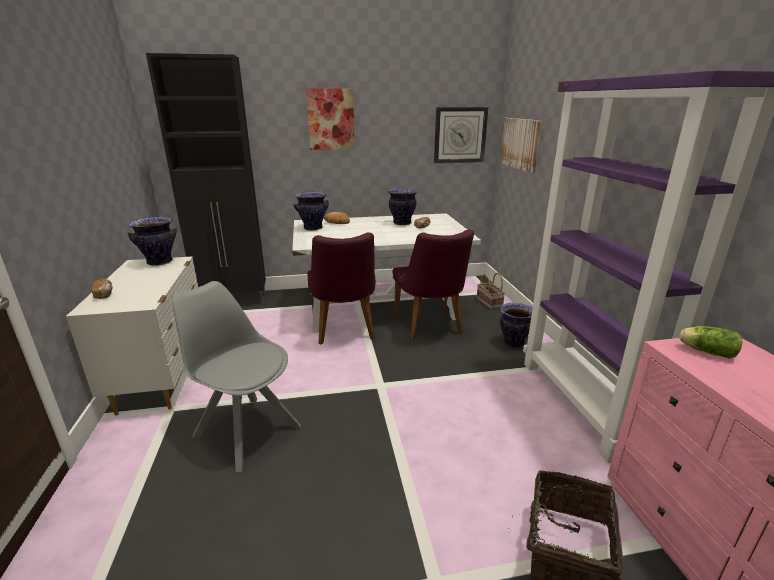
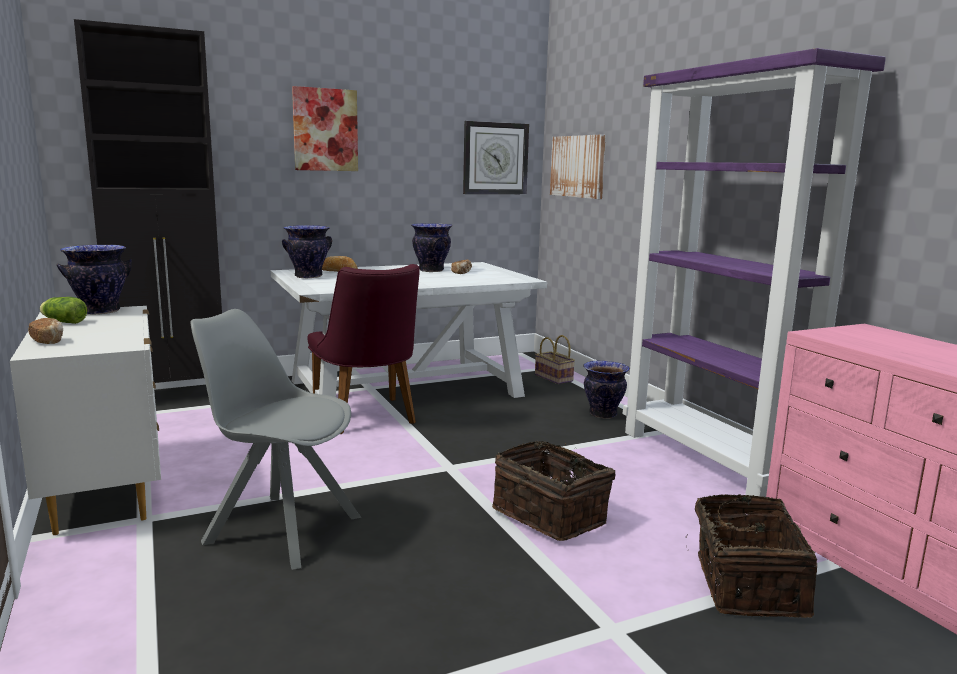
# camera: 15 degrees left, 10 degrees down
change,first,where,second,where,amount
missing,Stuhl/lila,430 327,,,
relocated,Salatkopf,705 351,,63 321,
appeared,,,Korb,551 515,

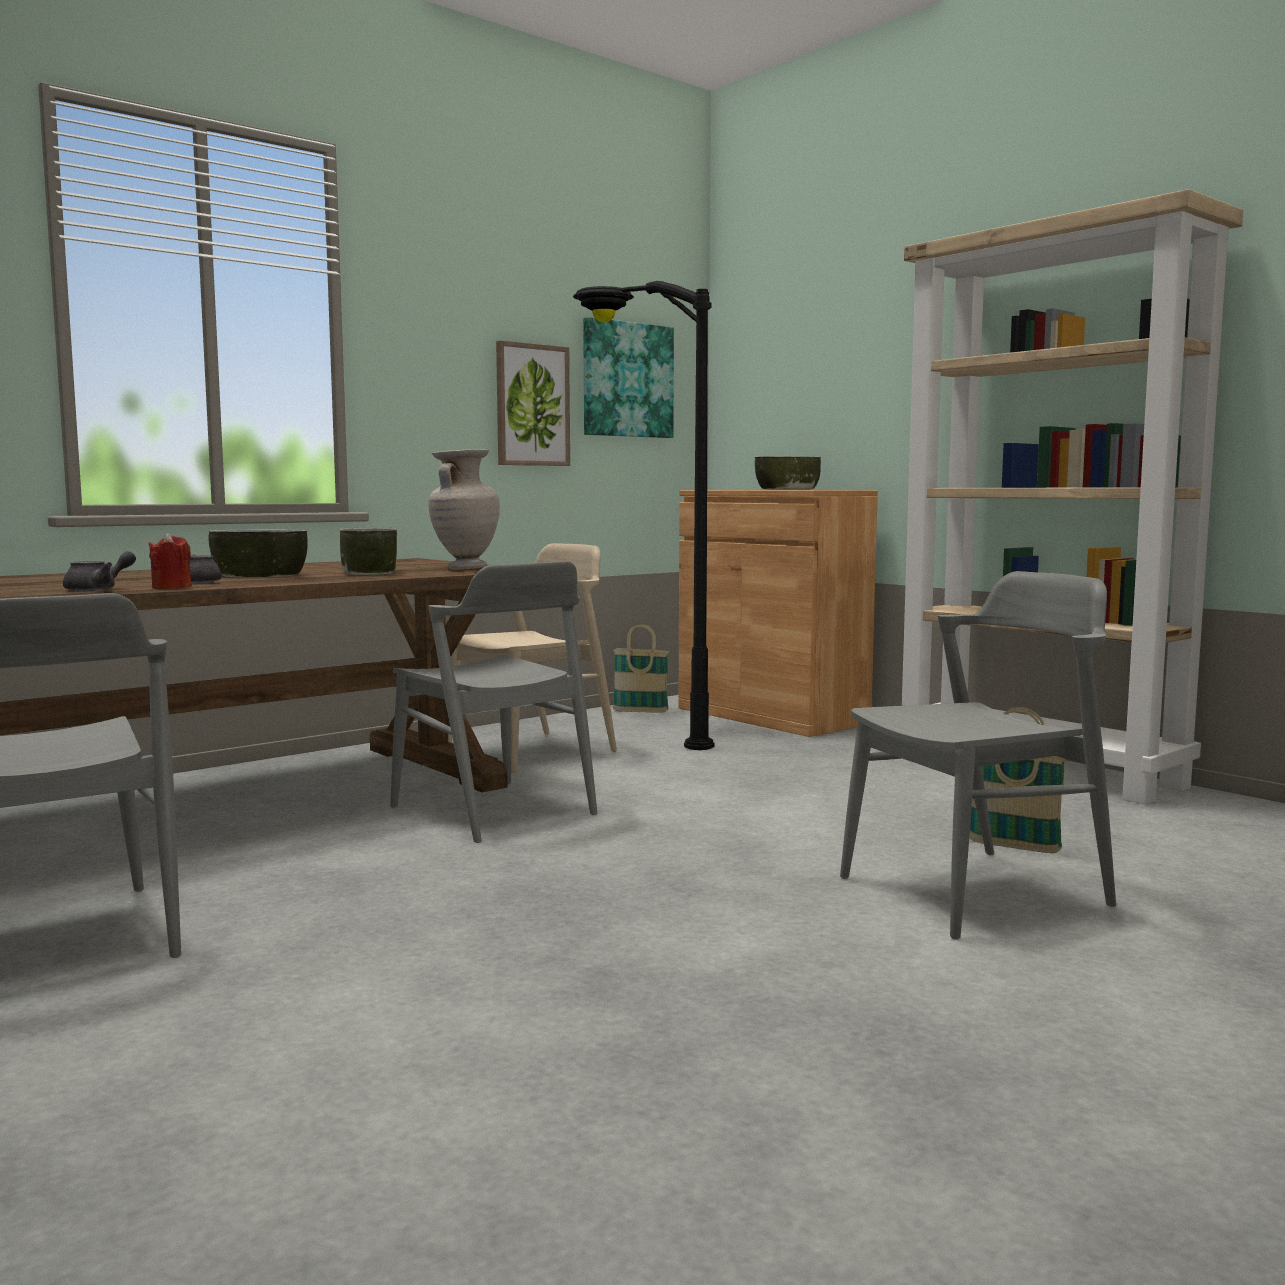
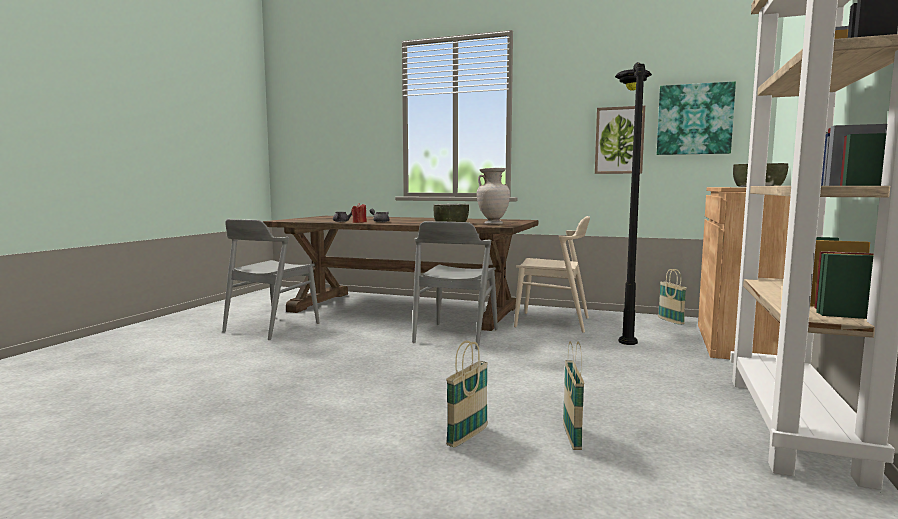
# camera: 60 degrees right, 0 degrees up
change,first,where,second,where,amount
missing,Schüssel,259 576,,,
exchanged,Stuhl/grau,975 892,Korb,467 437,

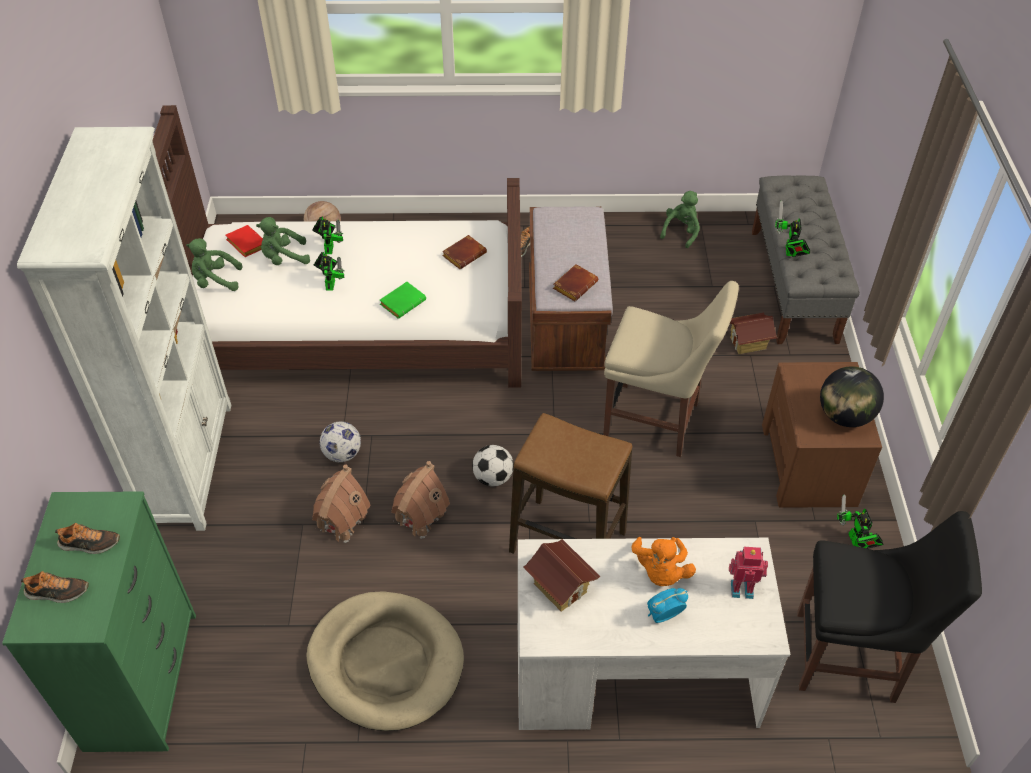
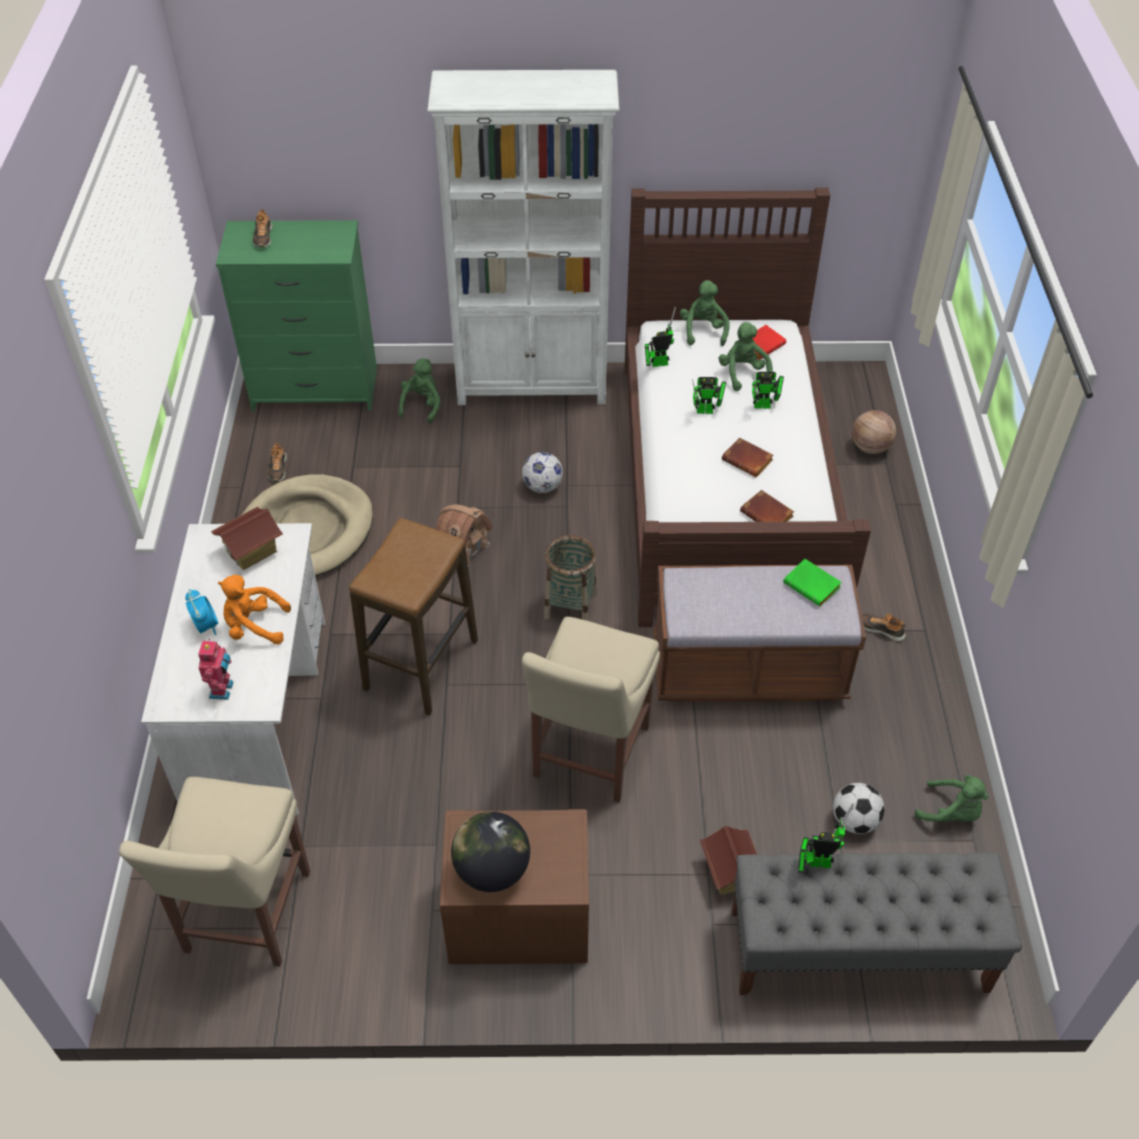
# camera: 90 degrees right, 0 degrees up
change,first,where,second,where,amount
relocated,Buch/braun,575 285,,749 461,
relocated,Buch/grün,403 302,,813 586,
relocated,Fußball,493 478,,854 821,
missing,Spielzeughaus,341 520,,,
relocated,Spielzeugroboter,856 542,,657 364,
colour,Stuhl/schwarz,852 658,Stuhl/beige,244 917,
relocated,Schuh,89 544,,278 469,
appeared,,,Plüschtier/grün,422 405,
appeared,,,Korb,570 605,

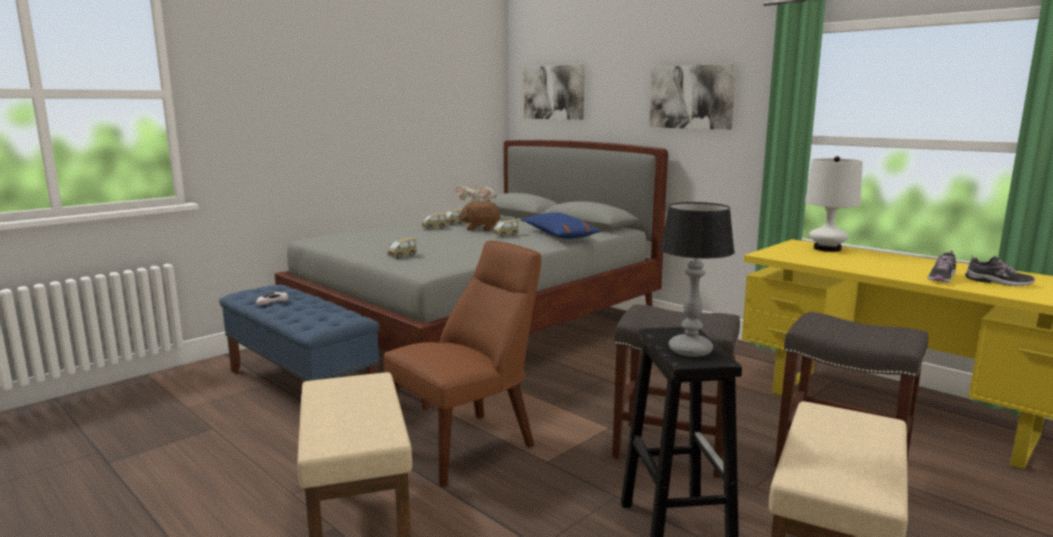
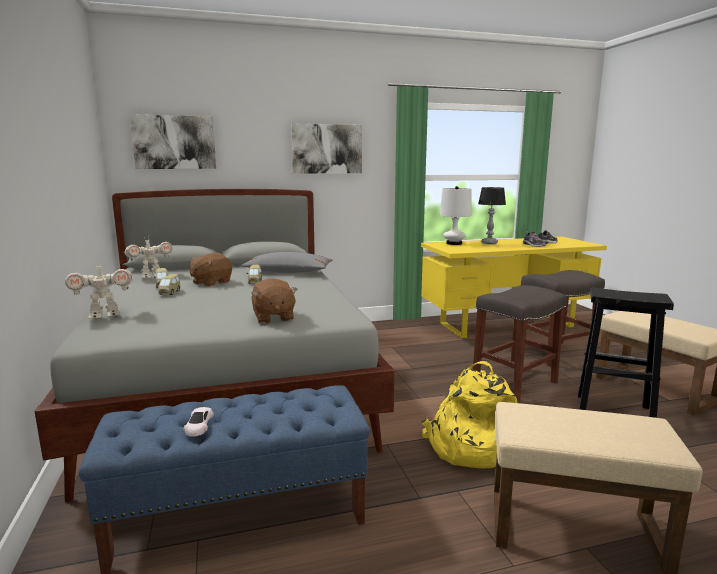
# camera: 60 degrees left, 0 degrees up
change,first,where,second,where,amount
relocated,Tischlampe,690 350,,489 243,
colour,Kissen/blau,559 235,Kissen/grau,288 272,
exchanged,Spielzeugauto,402 256,Plüschtier/braun,273 318,
exchanged,Stuhl/braun,468 445,Rucksack/gelb,467 447,
appeared,,,Spielzeugroboter,104 315,

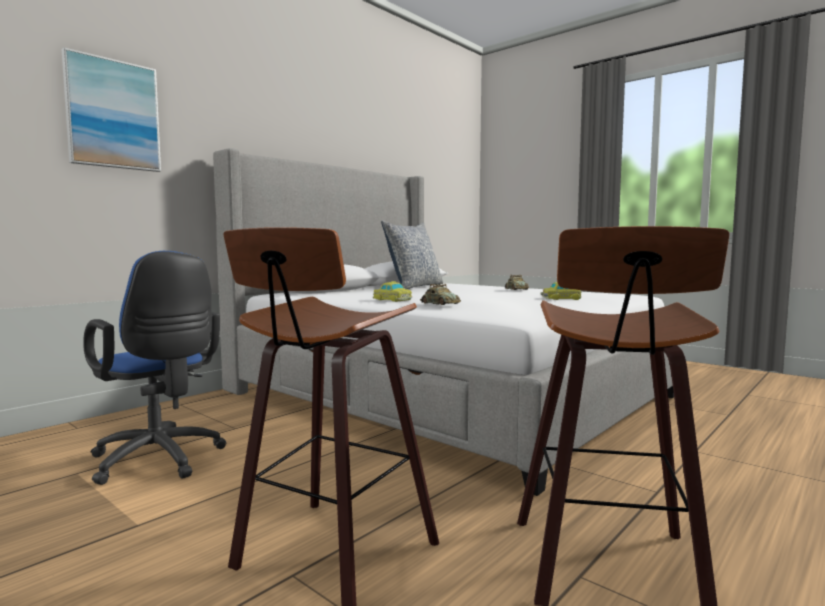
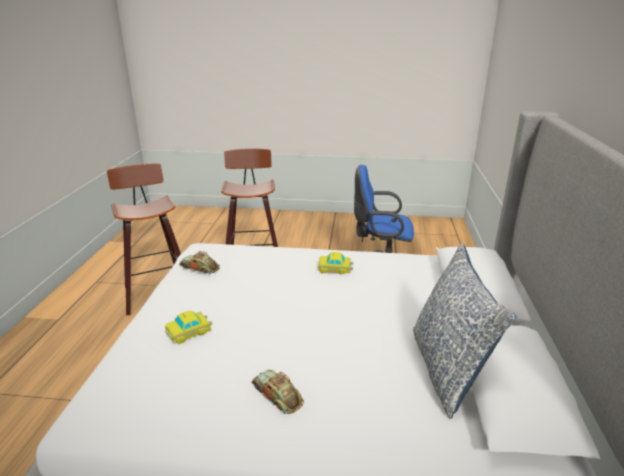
# camera: 145 degrees right, 20 degrees up
change,first,where,second,where,amount
missing,Bild,113 114,,,
relocated,Spielzeugauto,439 304,,200 268,

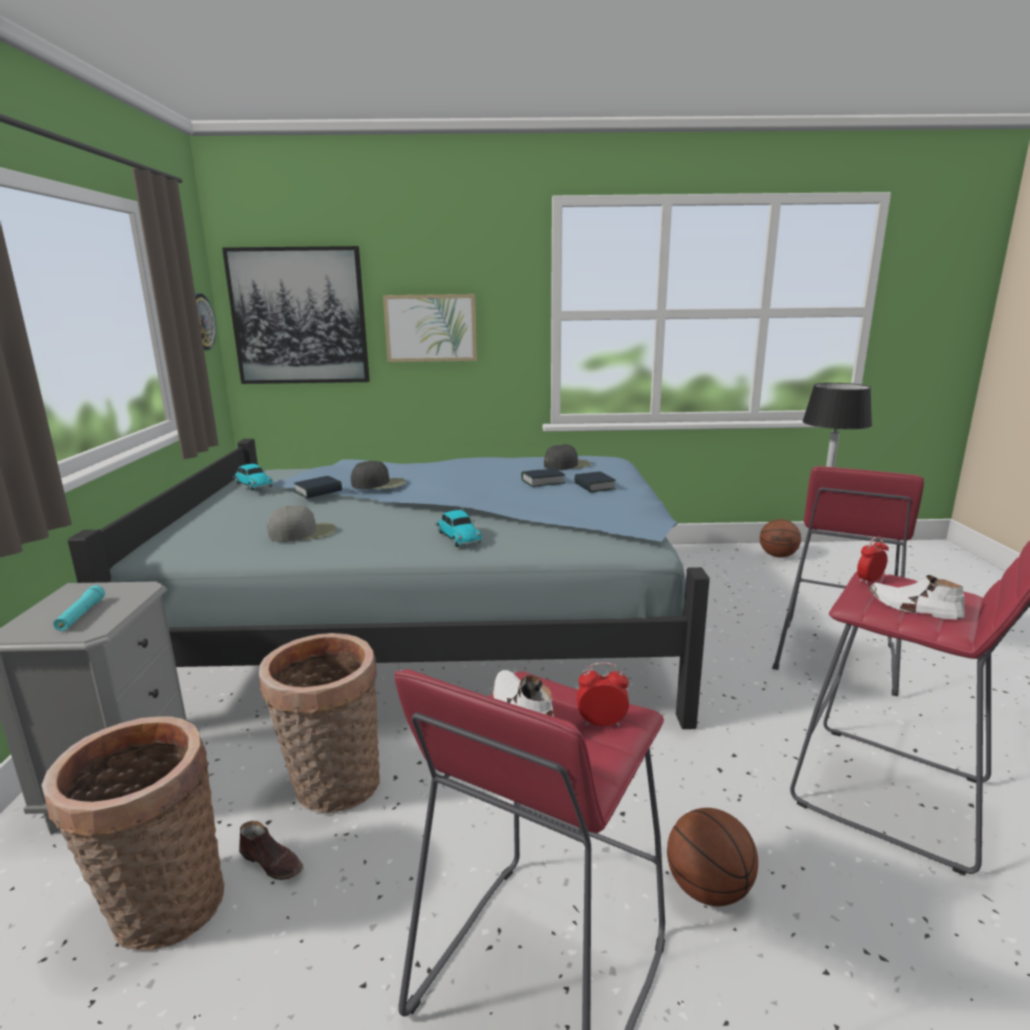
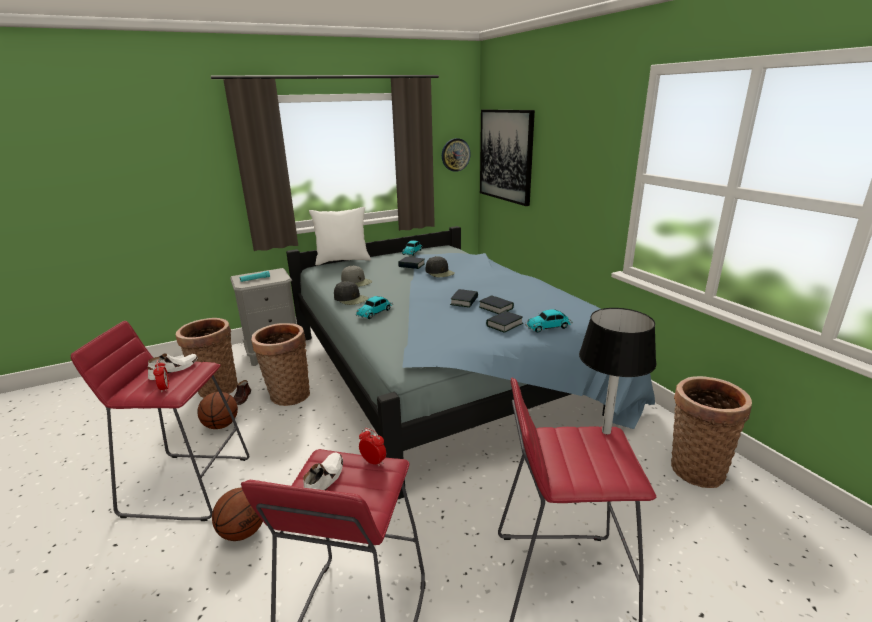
# camera: 65 degrees right, 5 degrees up
change,first,where,second,where,amount
missing,Bild,431 328,,,
relocated,Kappe/schwarz,567 465,,351 298,
relocated,Basketball,778 556,,221 425,
appeared,,,Kissen/weiß,343 260,
appeared,,,Buch,464 301,
appeared,,,Spielzeugauto,549 327,
appeared,,,Korb,695 467,

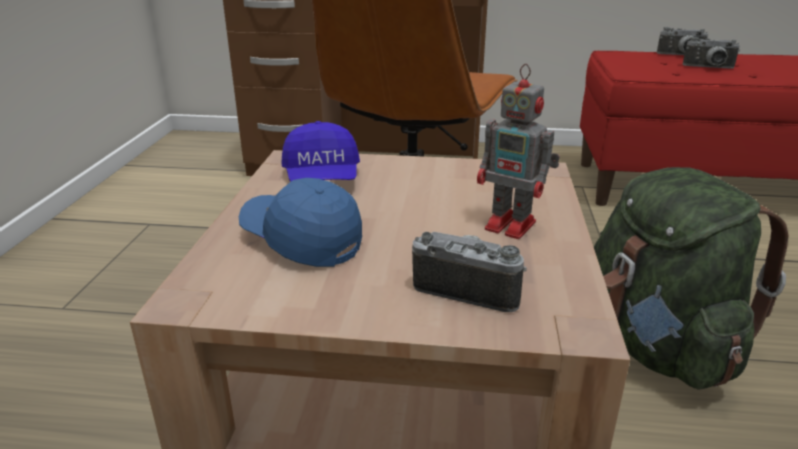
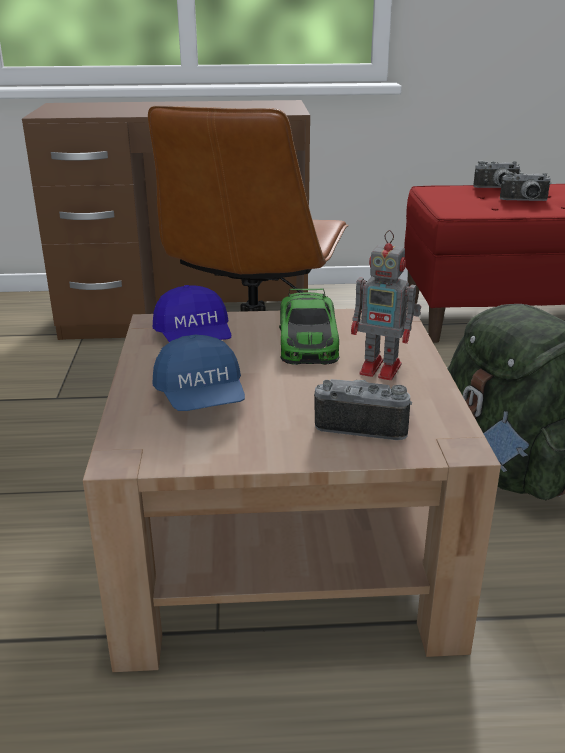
# camera: 10 degrees left, 0 degrees up
change,first,where,second,where,amount
spun,Kappe/blau,301 241,,201 398,135 degrees counterclockwise
appeared,,,Spielzeugauto,308 339,

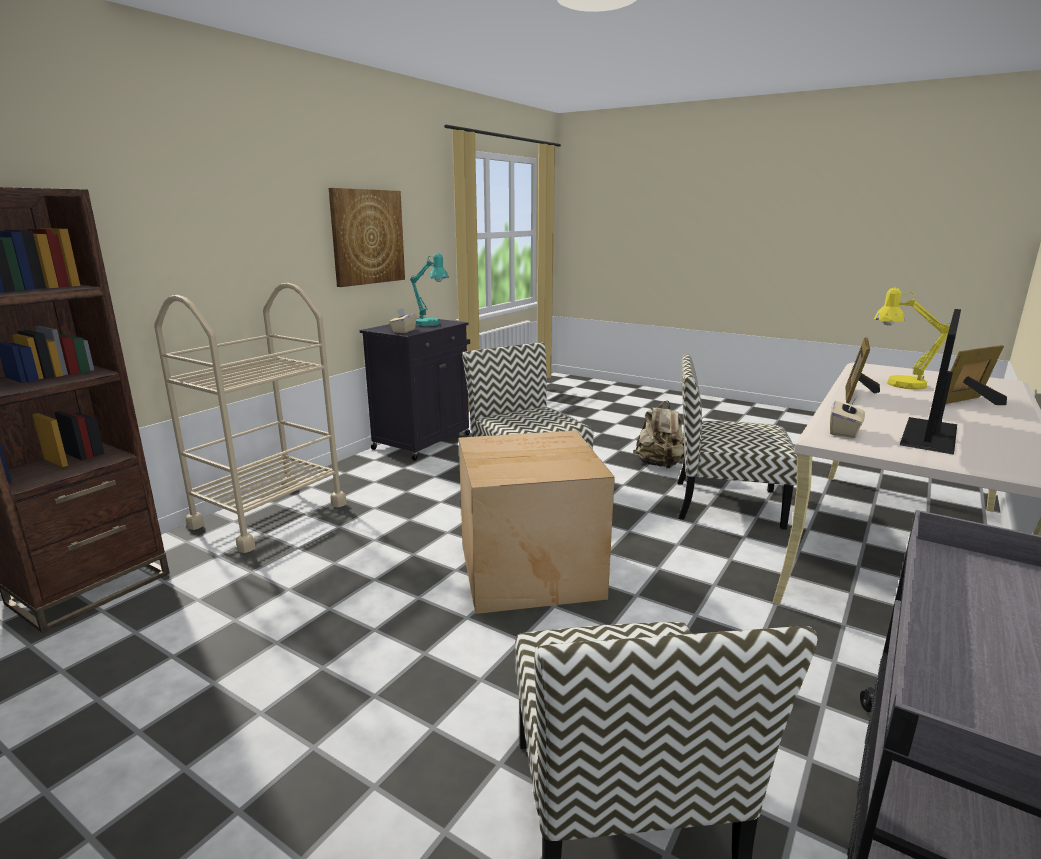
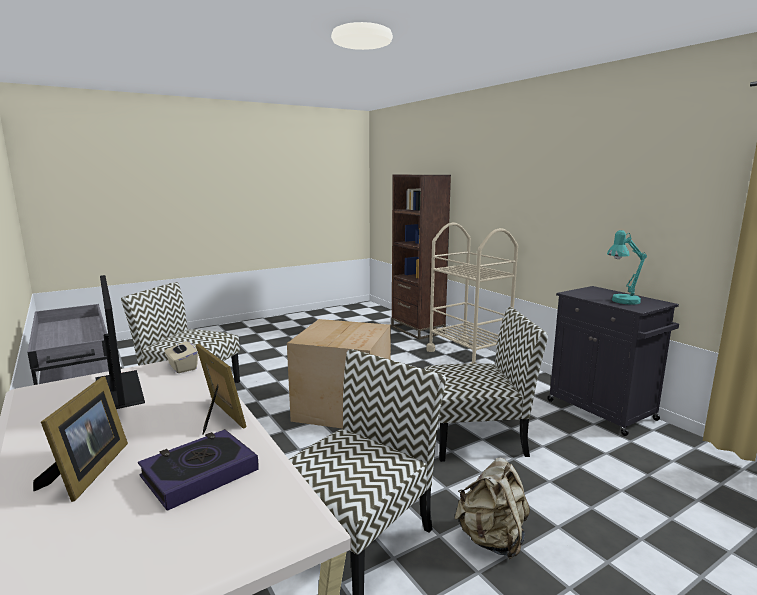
# camera: 115 degrees right, 5 degrees down
change,first,where,second,where,amount
missing,Bild,367 237,,,
exchanged,Tischlampe/gelb,897 384,Buch,199 473,
missing,Taschentuchbox/beige,403 331,,,

